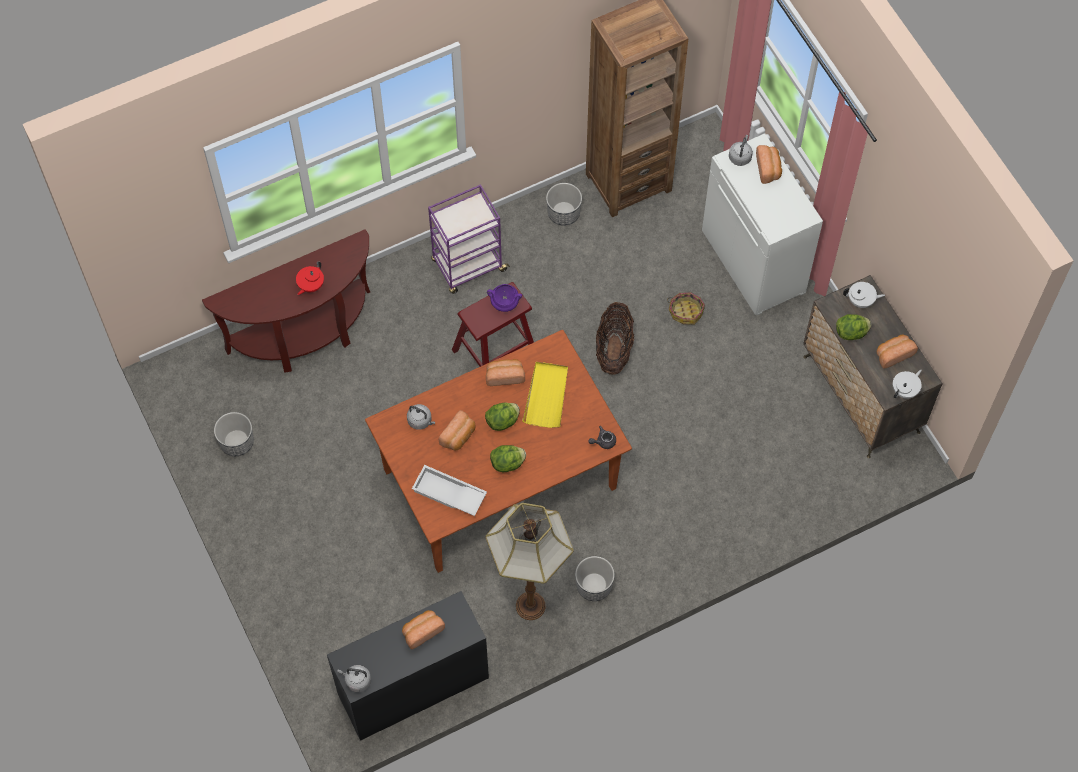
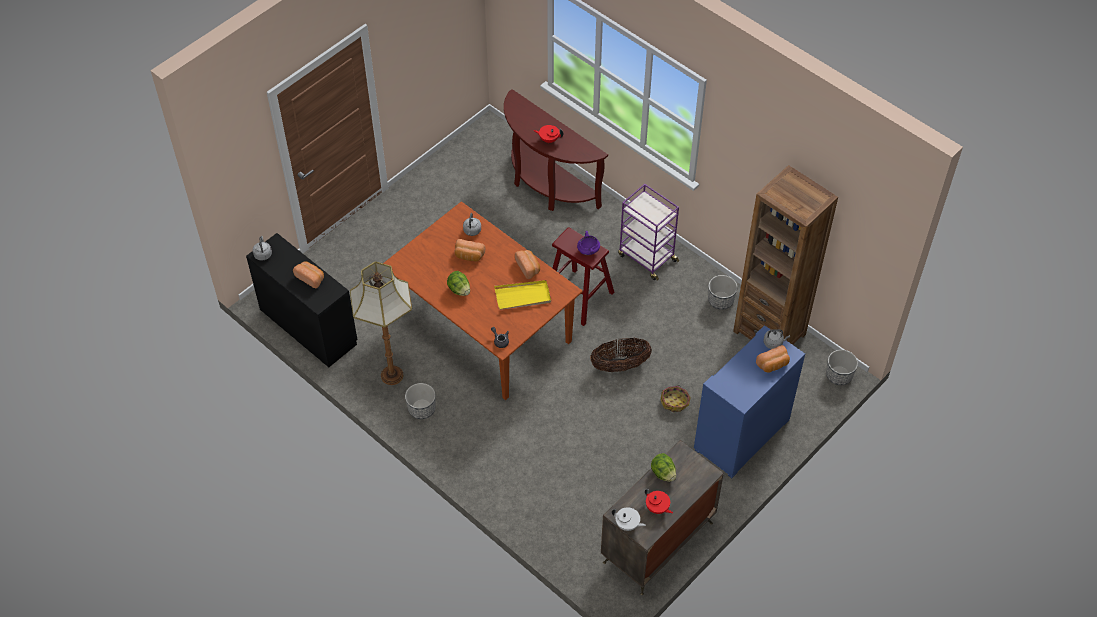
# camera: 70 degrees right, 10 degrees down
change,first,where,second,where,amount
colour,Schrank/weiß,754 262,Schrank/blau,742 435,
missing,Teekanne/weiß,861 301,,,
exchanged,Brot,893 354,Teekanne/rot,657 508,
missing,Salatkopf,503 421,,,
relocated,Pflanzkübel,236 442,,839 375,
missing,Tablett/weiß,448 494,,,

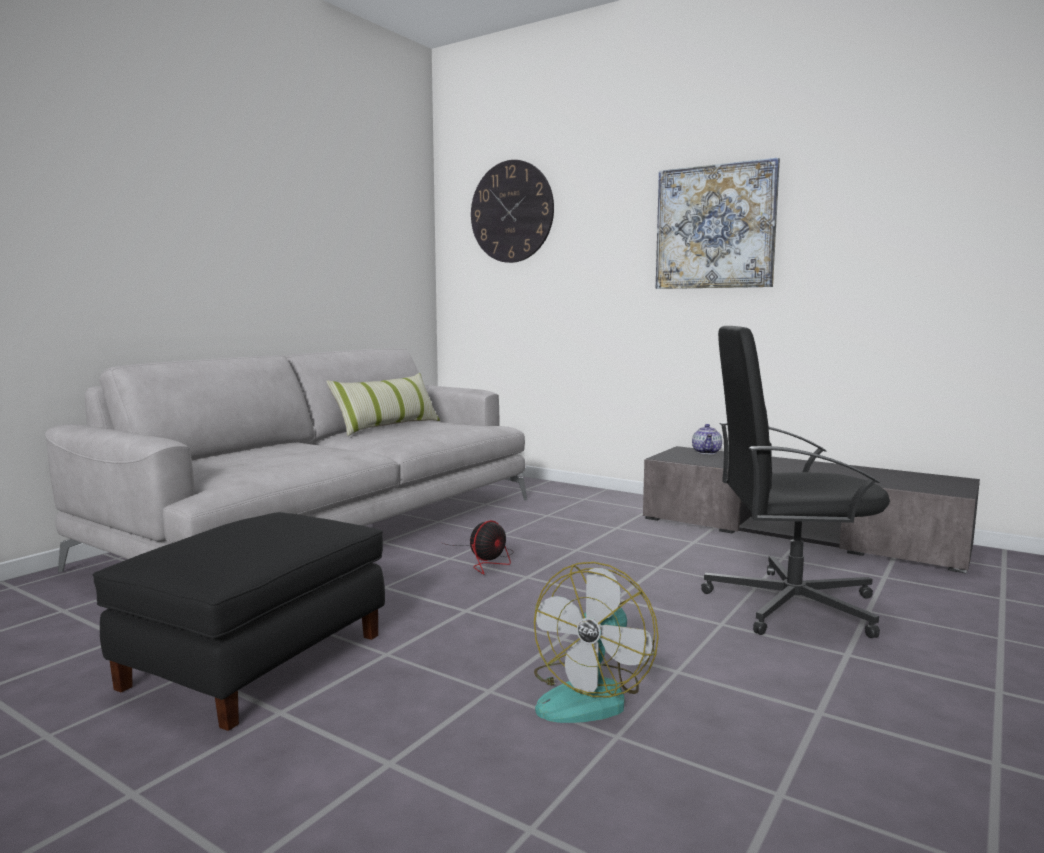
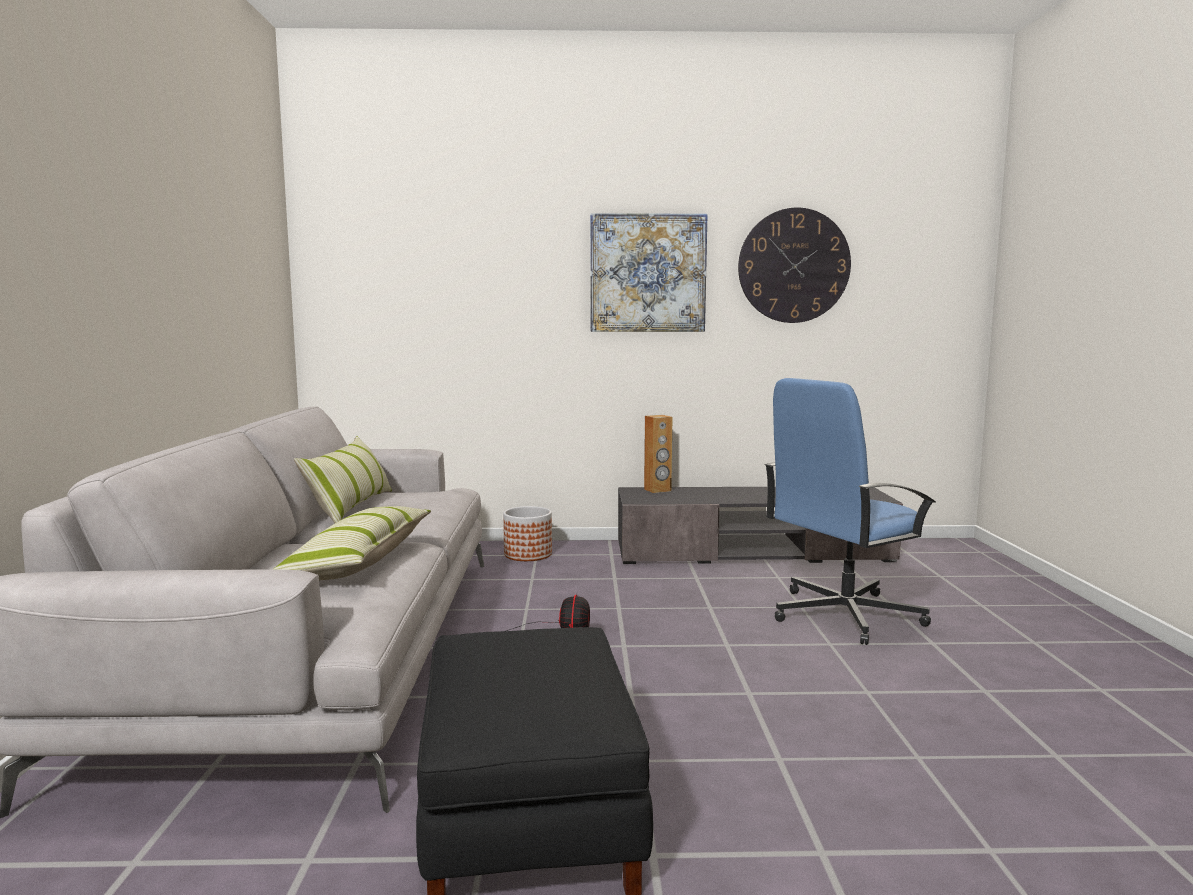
# camera: 35 degrees left, 0 degrees up
change,first,where,second,where,amount
relocated,Wanduhr,511 212,,794 266,
colour,Bürostuhl/schwarz,789 604,Bürostuhl/blau,843 615,
exchanged,Teekanne,707 452,Lautsprecher/braun,657 490,
missing,Ventilator,590 695,,,
appeared,,,Kissen,357 563,
appeared,,,Pflanzkübel,528 554,

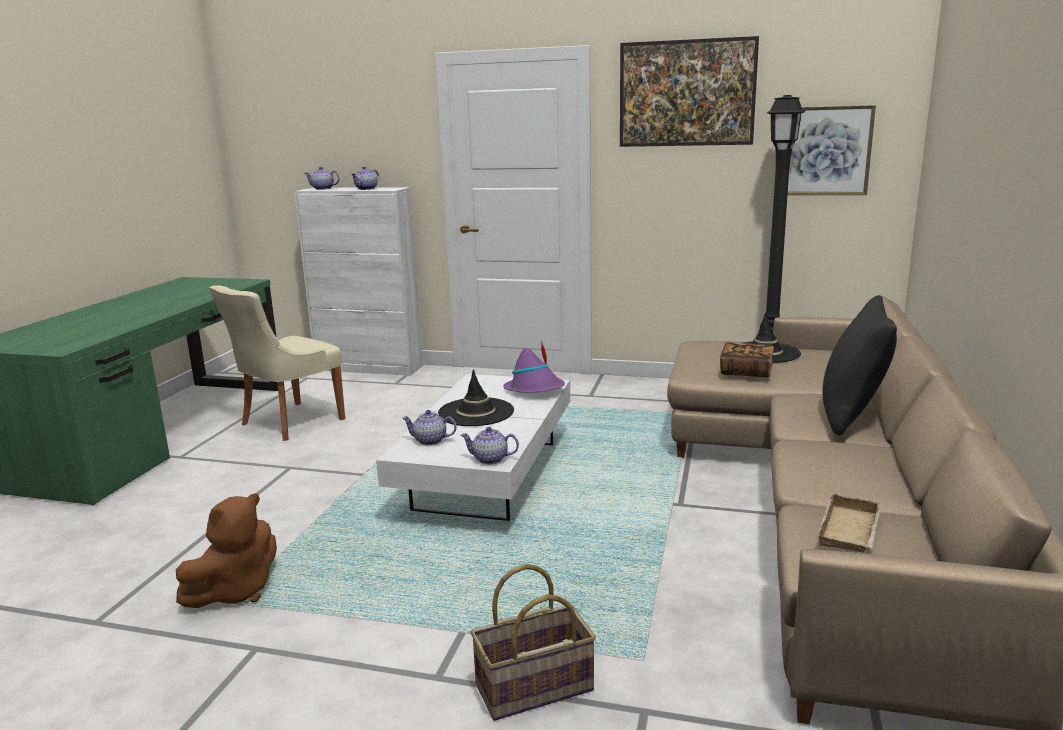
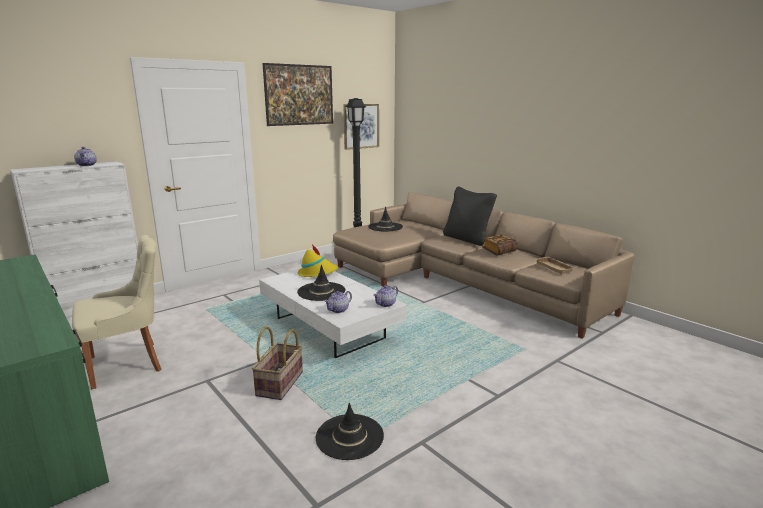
# camera: 55 degrees left, 0 degrees up
change,first,where,second,where,amount
missing,Teekanne,322 189,,,
spun,Stuhl/beige,289 422,,128 363,105 degrees counterclockwise
colour,Hut/lila,535 389,Hut/gelb,317 273,
relocated,Buch,746 372,,499 251,
exchanged,Plüschtier/braun,236 591,Hut/schwarz,349 436,
relocated,Korb,534 689,,280 384,

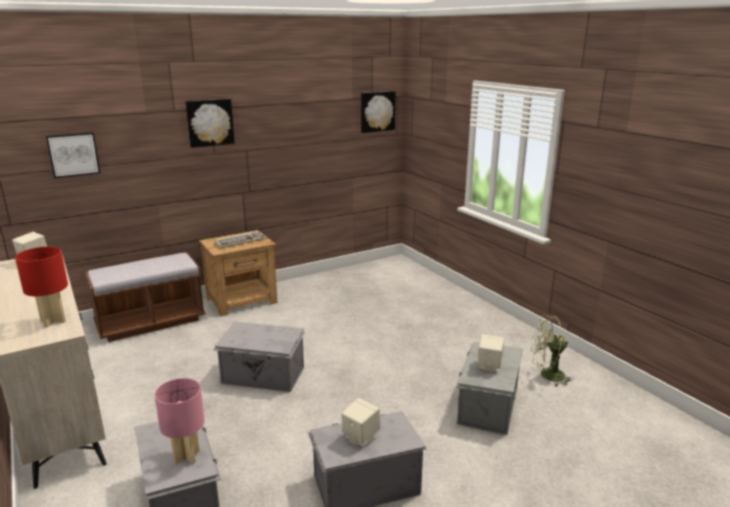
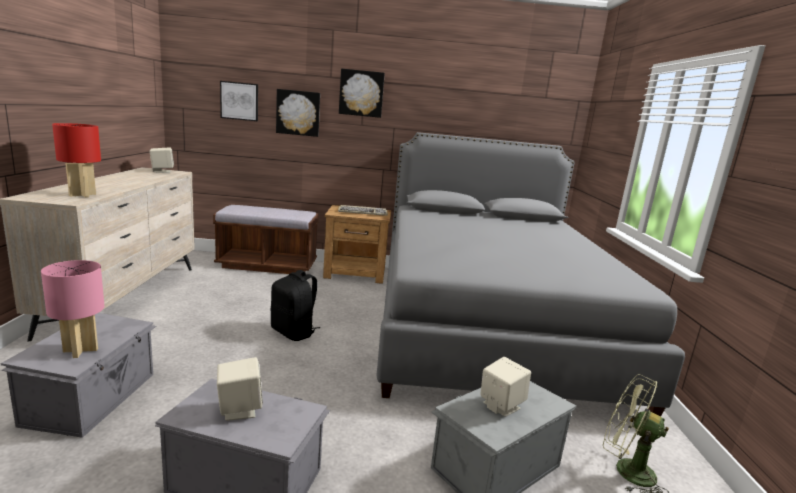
# camera: 30 degrees right, 5 degrees down
change,first,where,second,where,amount
relocated,Bild,377 111,,298 113,
exchanged,Aufbewahrungsbox/grau,263 376,Rucksack/schwarz,294 332,
appeared,,,Bett/grau,486 324,

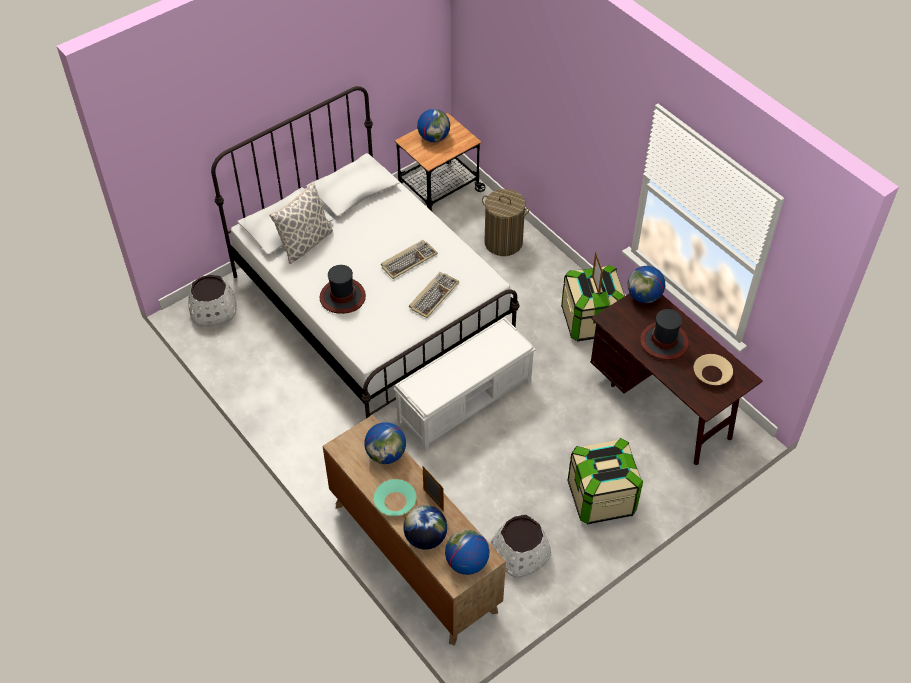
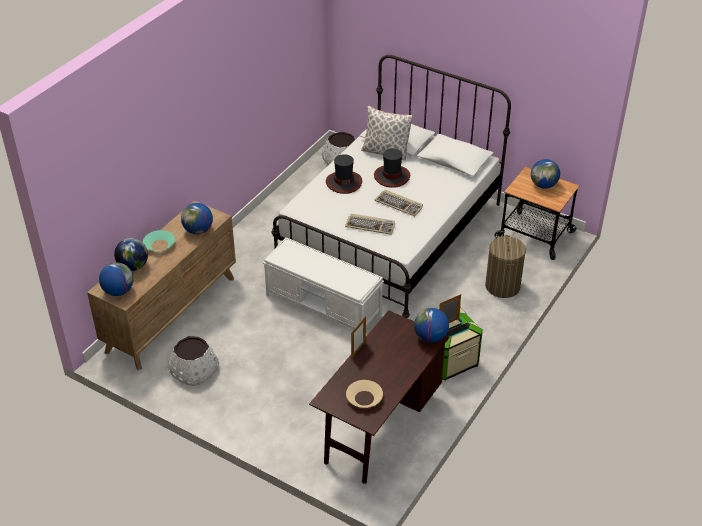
# camera: 70 degrees right, 10 degrees down
change,first,where,second,where,amount
relocated,Hut,664 342,,392 176,
missing,Aufbewahrungsbox,601 498,,,
relocated,Bilderrahmen,433 500,,358 350,

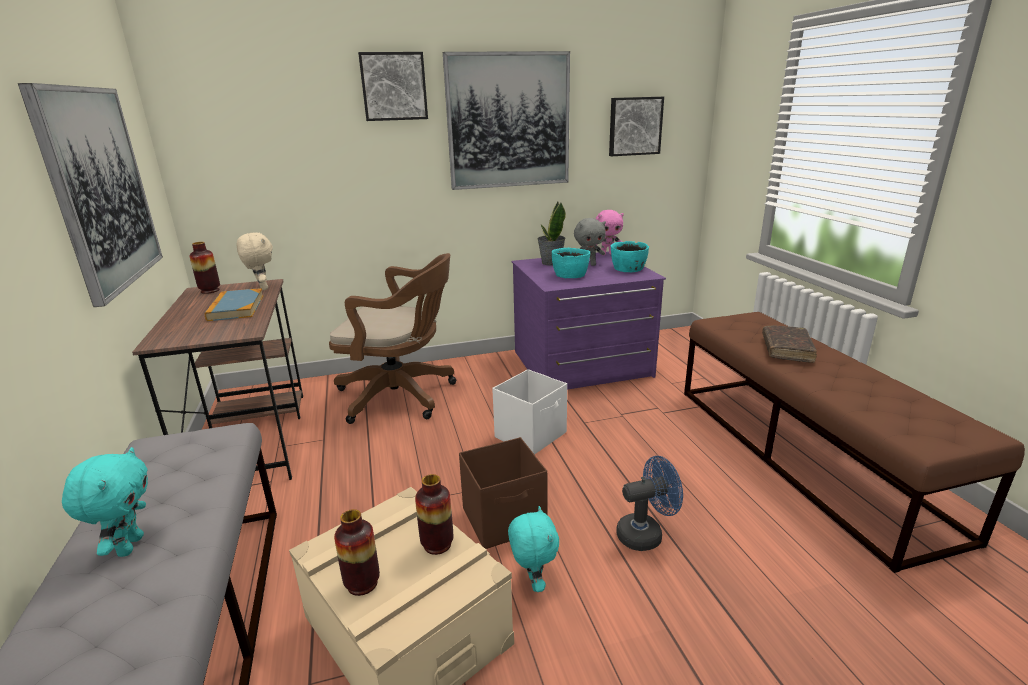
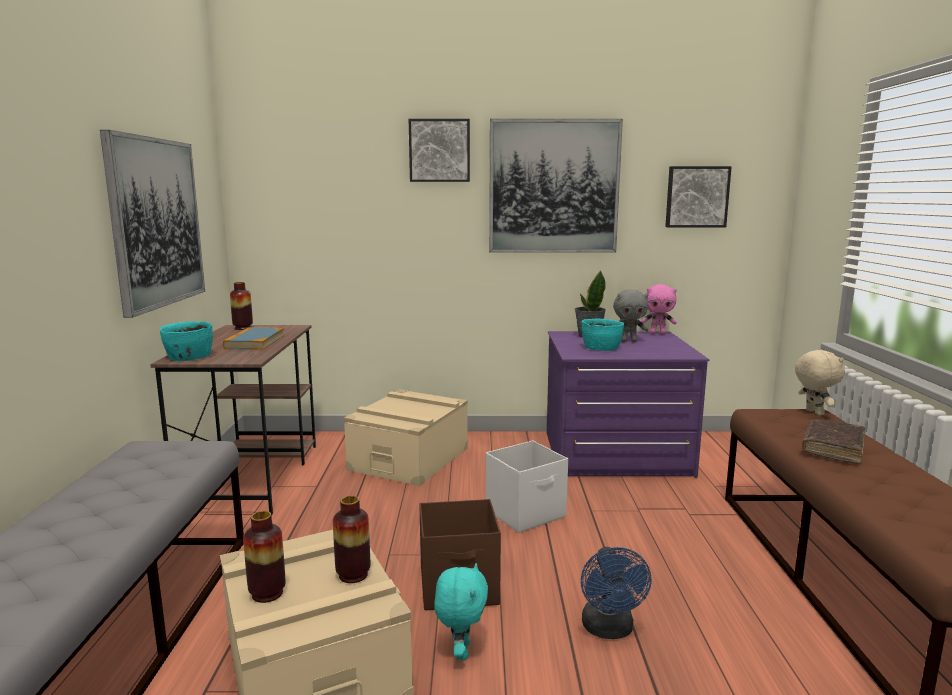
# camera: 15 degrees right, 10 degrees down
change,first,where,second,where,amount
relocated,Plüschtier/beige,262 288,,813 412,
relocated,Schüssel/türkis,628 268,,189 357,
exchanged,Bürostuhl/braun,402 396,Aufbewahrungsbox/beige,409 459,
missing,Plüschtier/türkis,129 546,,,
spun,Ventilator/blau,646 534,,609 630,90 degrees clockwise

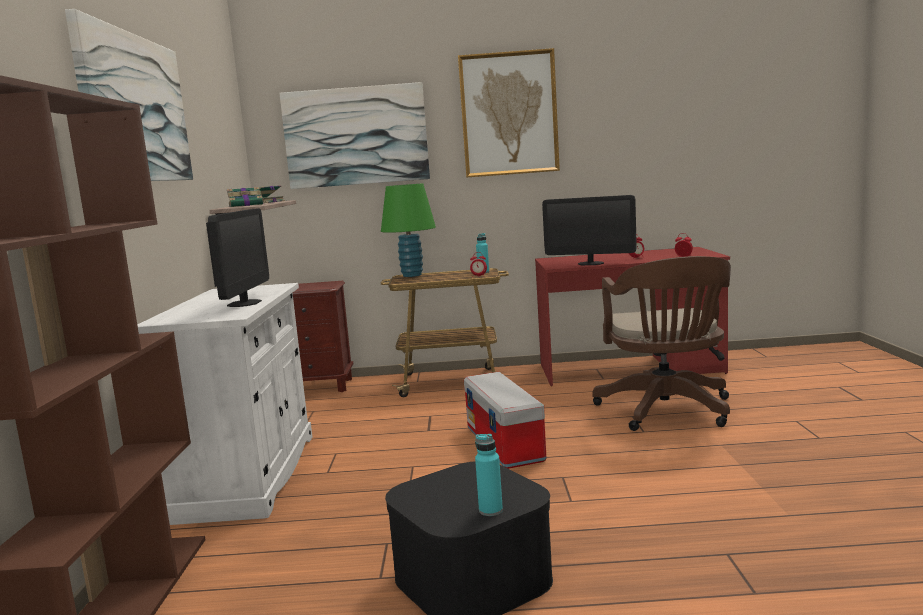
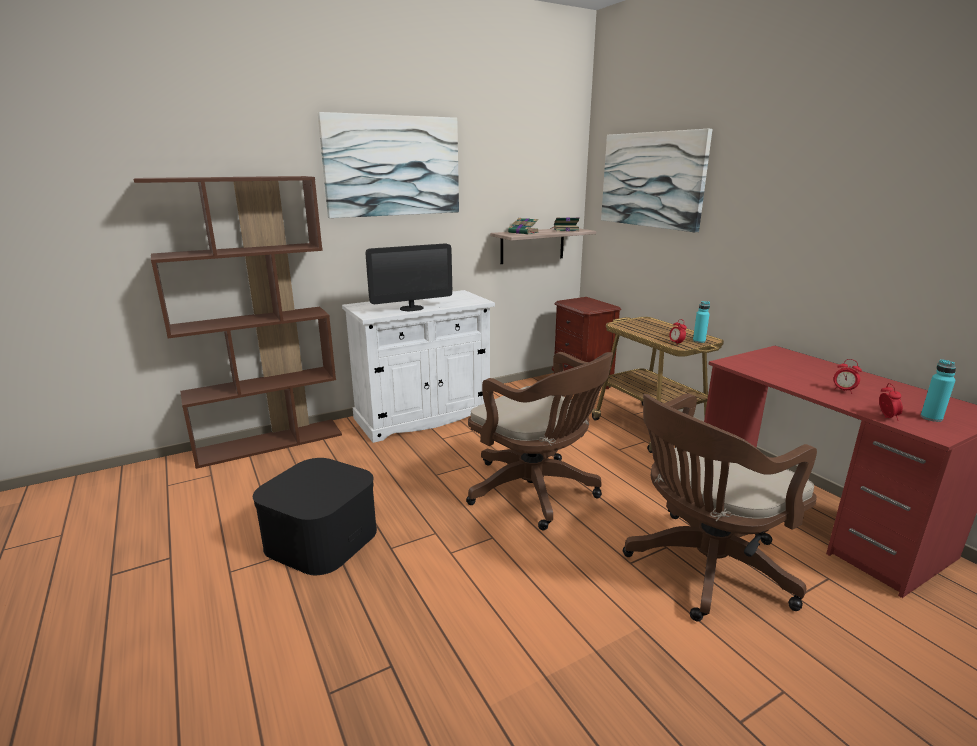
# camera: 60 degrees right, 10 degrees up
change,first,where,second,where,amount
missing,Bild,509 114,,,
missing,Tischlampe/grün,412 275,,,
missing,Monitor,590 263,,,
exchanged,Aufbewahrungsbox,505 444,Bürostuhl/braun,537 492,
relocated,Flasche/türkis,490 510,,931 418,

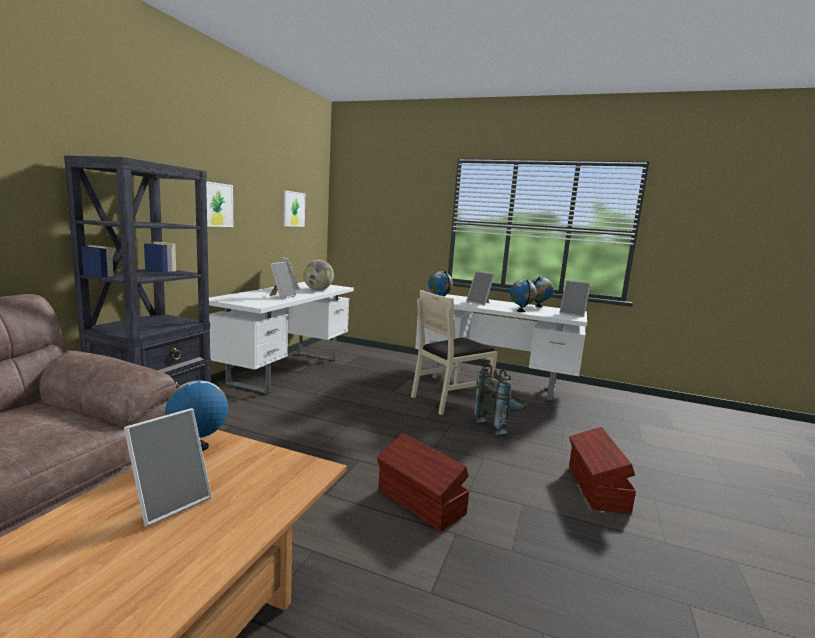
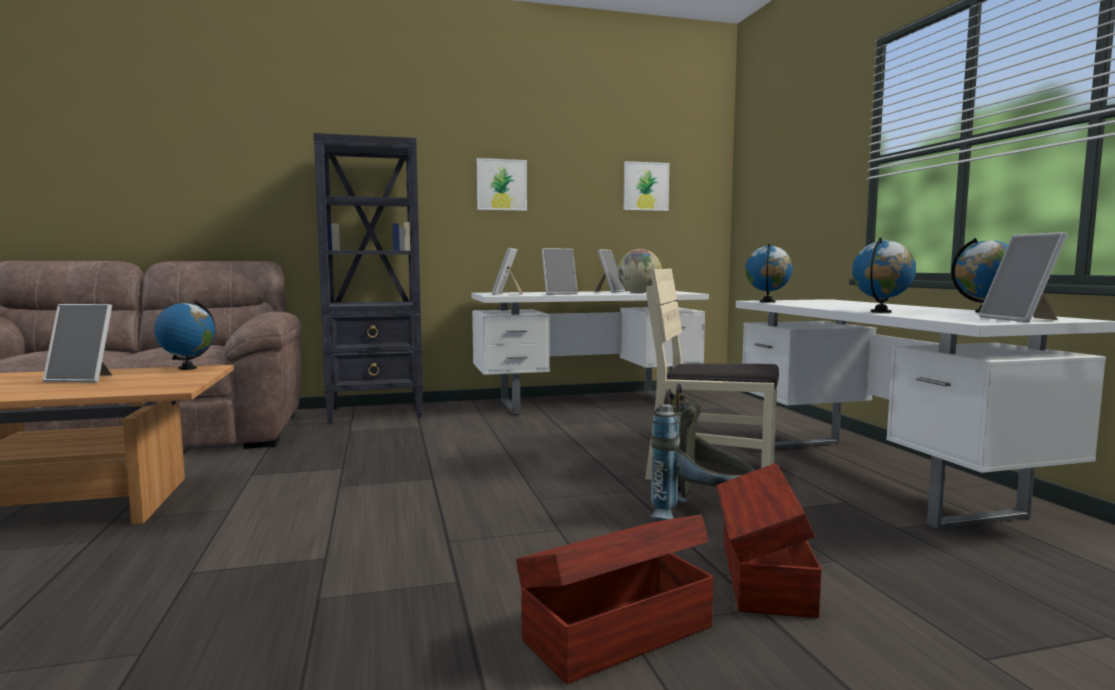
# camera: 55 degrees right, 5 degrees down
change,first,where,second,where,amount
relocated,Bilderrahmen,479 303,,507 294,
relocated,Aufbewahrungsbox/braun,420 502,,763 577,

